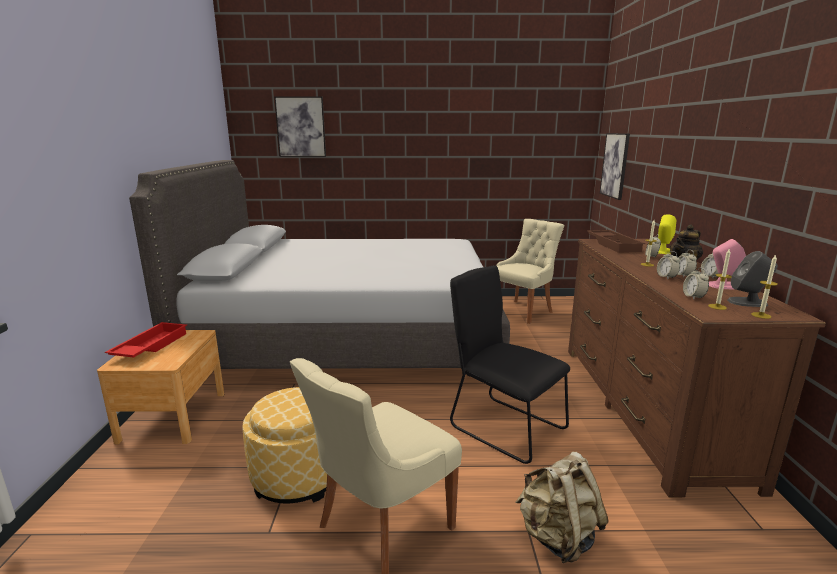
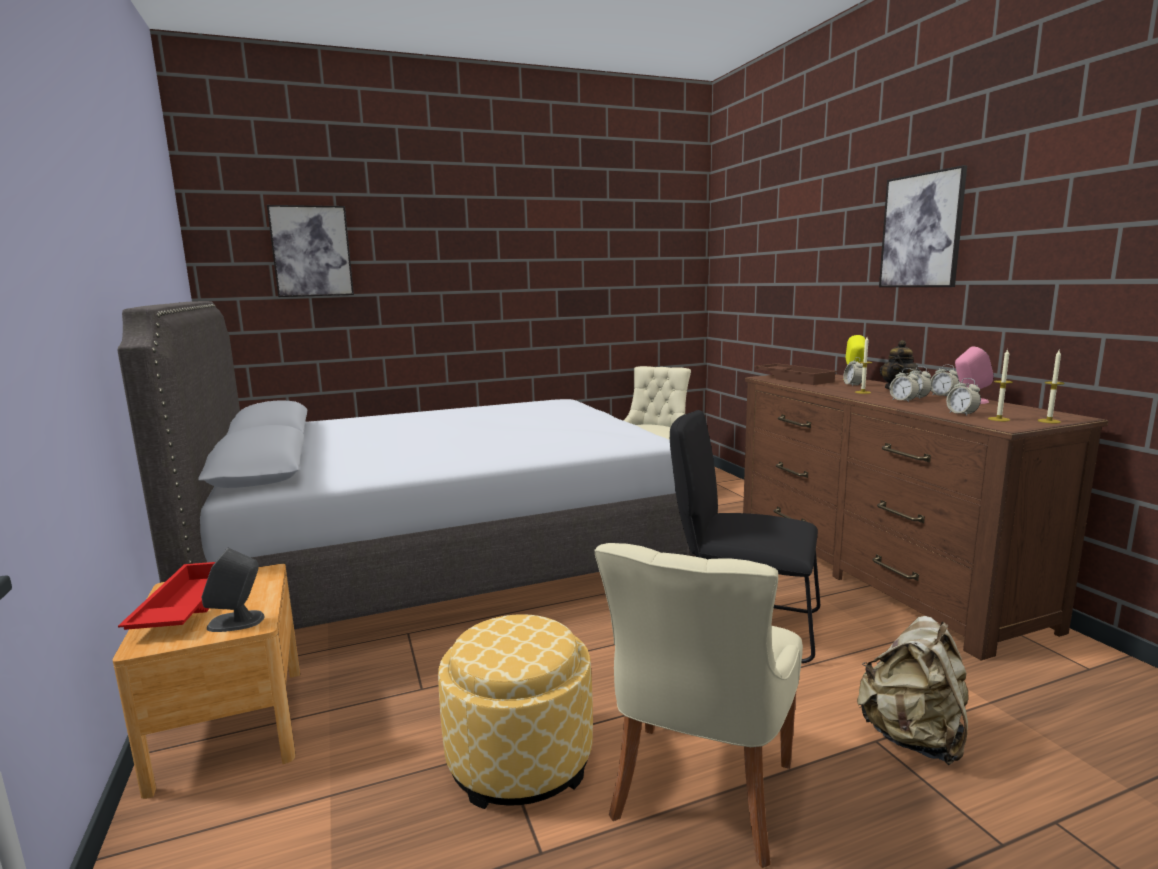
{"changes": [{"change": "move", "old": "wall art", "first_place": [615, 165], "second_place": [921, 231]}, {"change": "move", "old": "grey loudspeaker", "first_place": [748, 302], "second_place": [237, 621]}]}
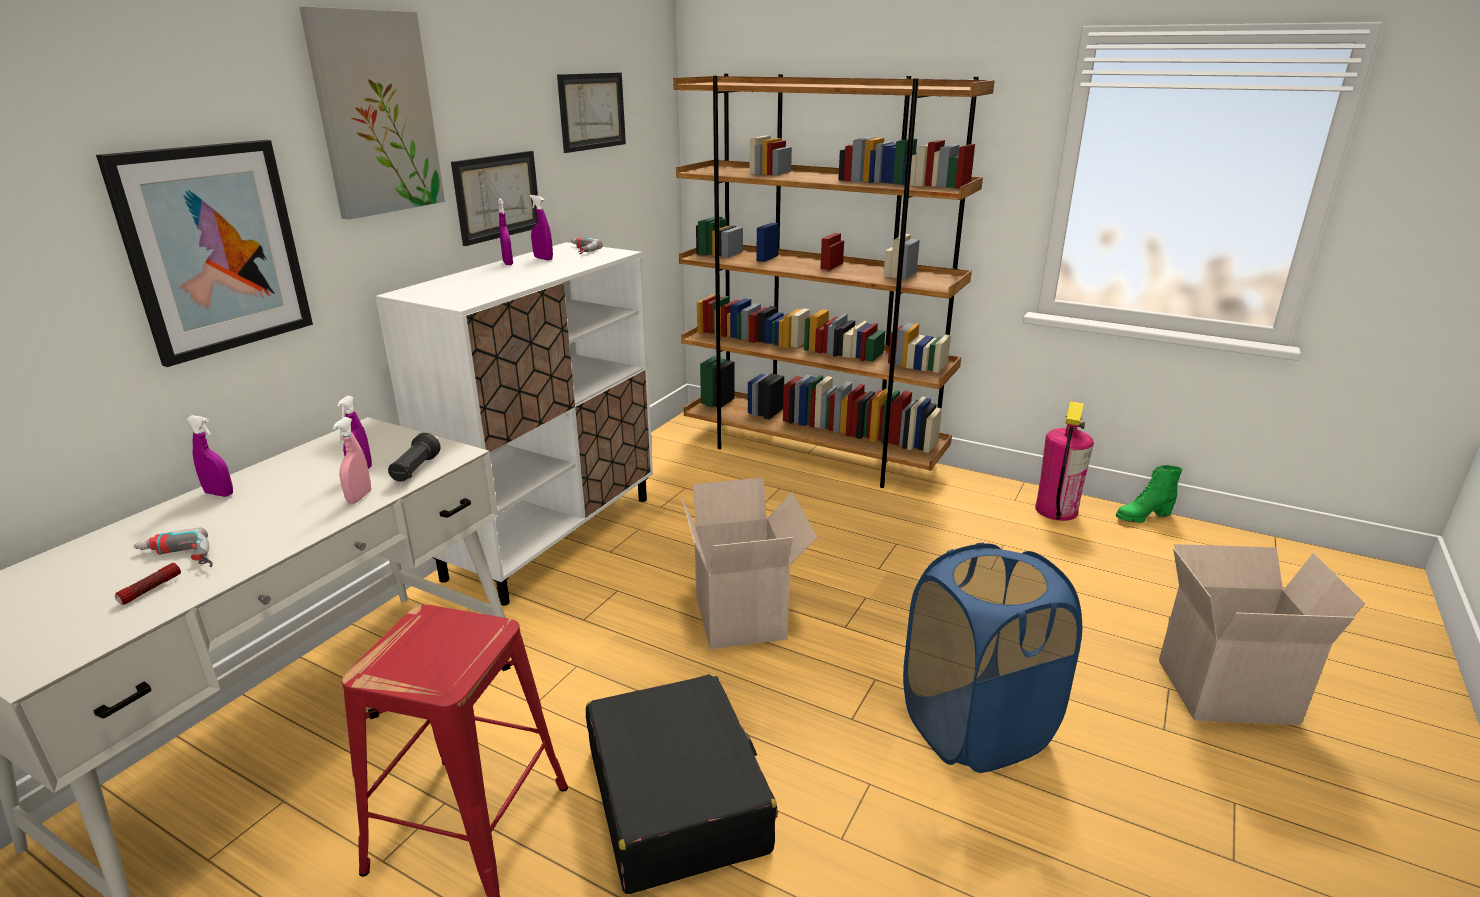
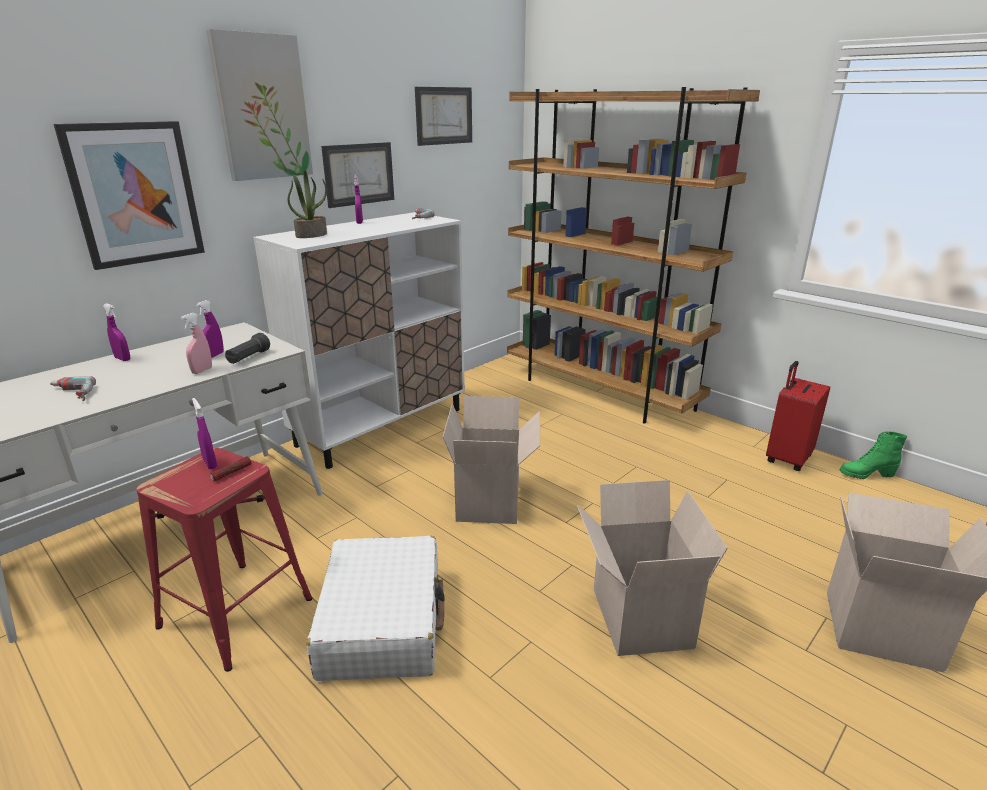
{"changes": [{"change": "insert", "new": "plant in a pot", "second_place": [311, 235]}, {"change": "move", "old": "hand torch", "first_place": [150, 589], "second_place": [231, 473]}, {"change": "move", "old": "purple hand sprayer", "first_place": [543, 259], "second_place": [210, 464]}, {"change": "replace", "old": "blue laundry basket", "new": "packing box", "first_place": [976, 728], "second_place": [637, 617]}, {"change": "replace", "old": "fire-fighting cylinder", "new": "red-coloured suitcase", "first_place": [1056, 510], "second_place": [787, 459]}, {"change": "recolor", "old": "black-coloured suitcase", "new": "white suitcase", "first_place": [676, 798], "second_place": [383, 621]}]}
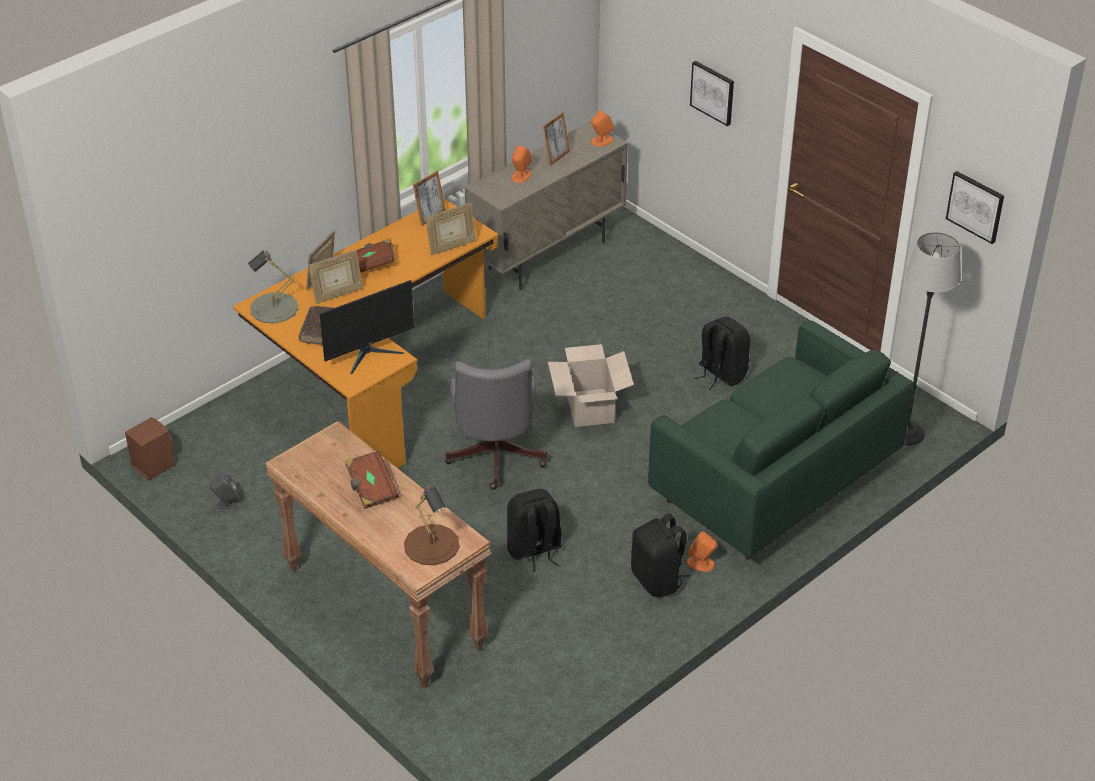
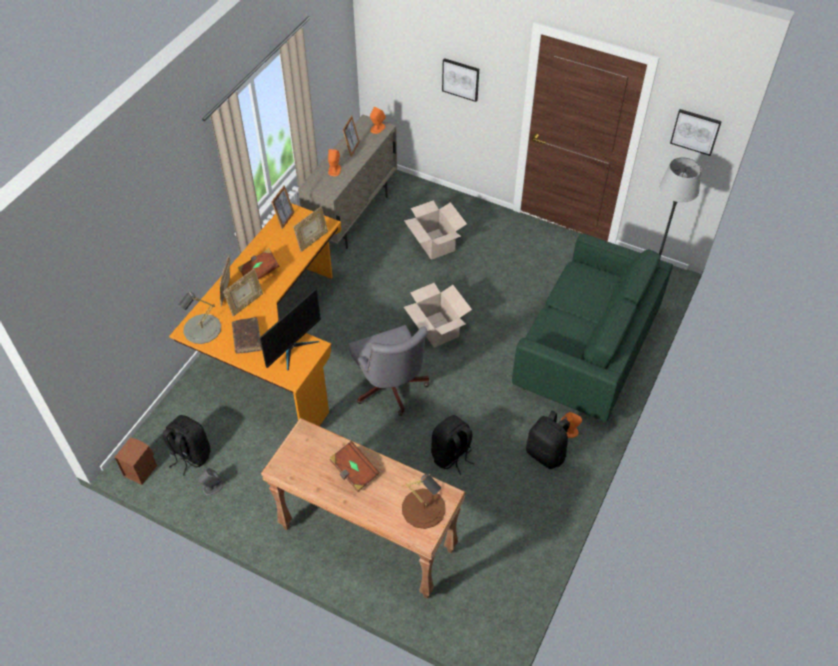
{"changes": [{"change": "insert", "new": "packing box", "second_place": [435, 244]}, {"change": "move", "old": "black-coloured knapsack", "first_place": [721, 374], "second_place": [190, 455]}]}
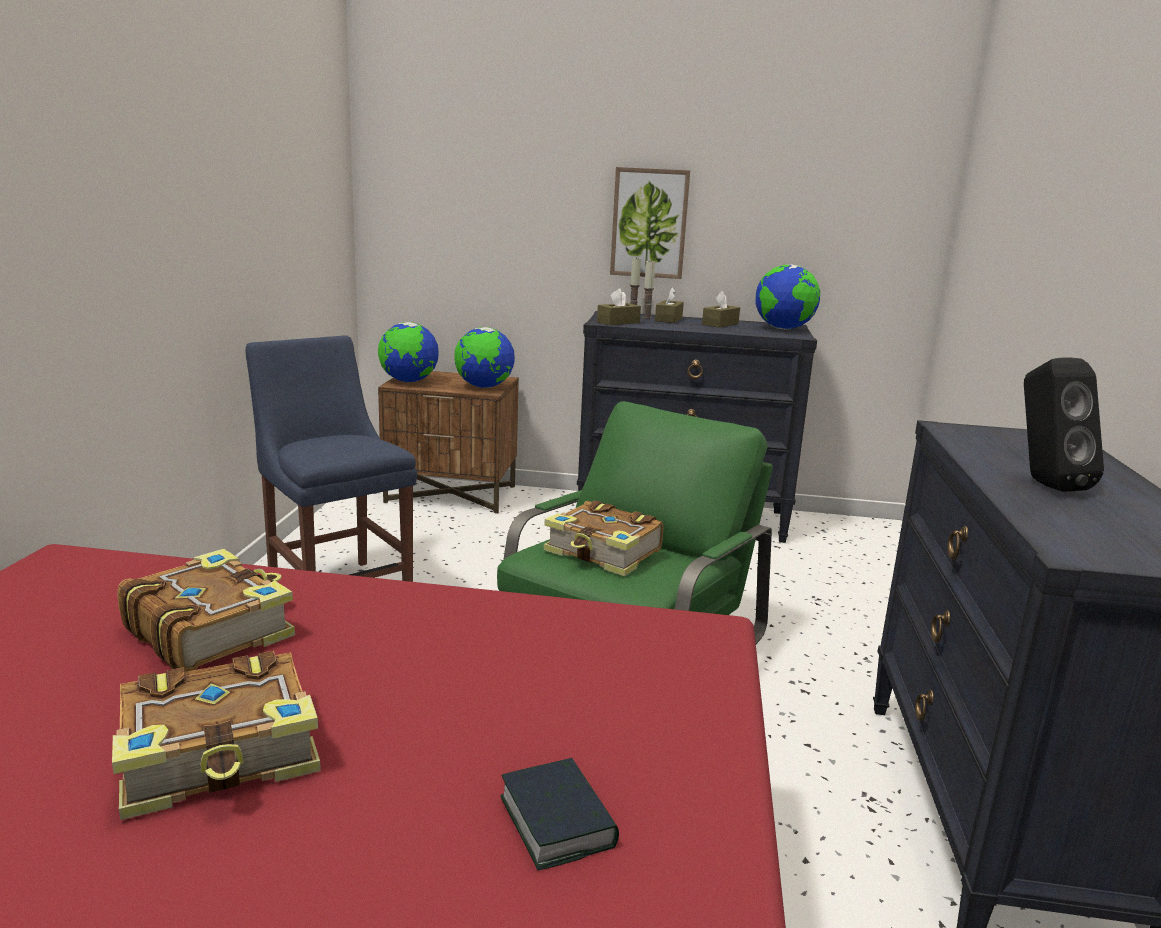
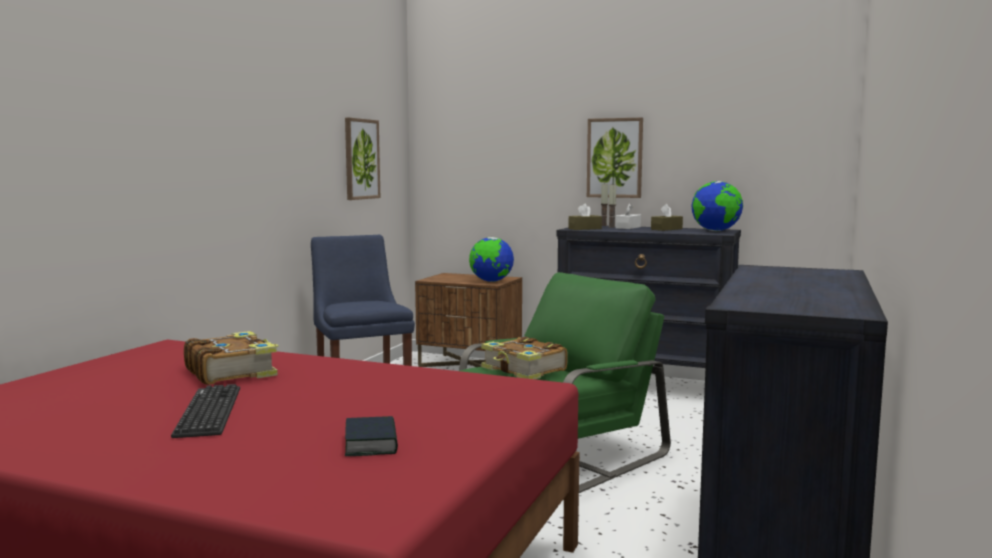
{"changes": [{"change": "delete", "old": "desk globe", "first_place": [408, 381]}, {"change": "delete", "old": "black-coloured loudspeaker", "first_place": [1043, 484]}, {"change": "insert", "new": "wall art", "second_place": [361, 159]}, {"change": "replace", "old": "volume", "new": "keyboard", "first_place": [222, 755], "second_place": [209, 412]}, {"change": "recolor", "old": "brown tissue box", "new": "white tissue box", "first_place": [668, 319], "second_place": [628, 227]}]}
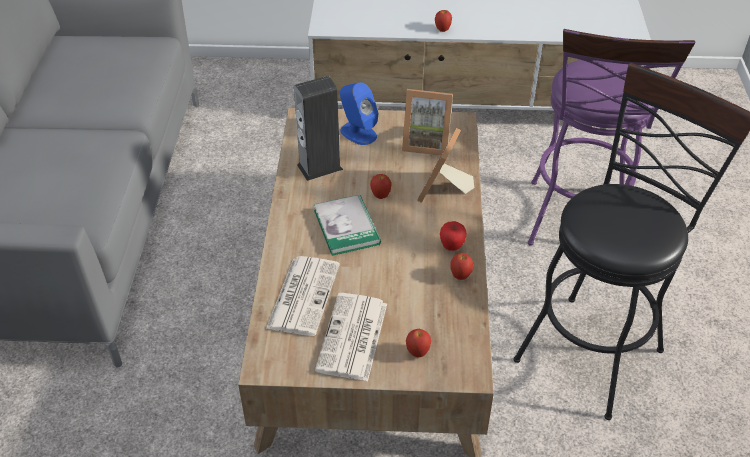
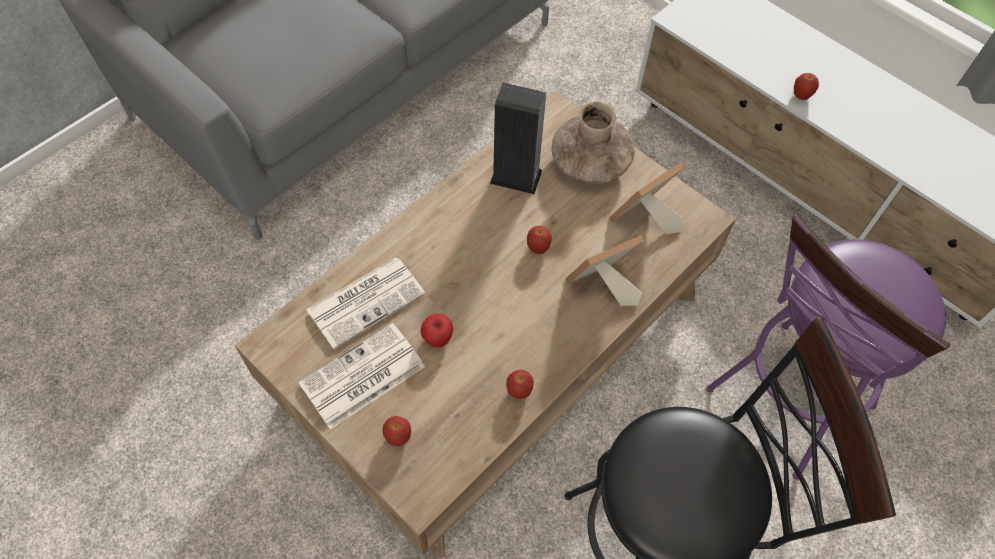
{"changes": [{"change": "delete", "old": "volume", "first_place": [346, 227]}, {"change": "move", "old": "apple", "first_place": [452, 246], "second_place": [438, 339]}, {"change": "replace", "old": "blue loudspeaker", "new": "brown flower vase", "first_place": [358, 133], "second_place": [590, 163]}, {"change": "rotate", "old": "picture frame", "first_place": [426, 143], "second_place": [644, 220], "degrees": 90}]}
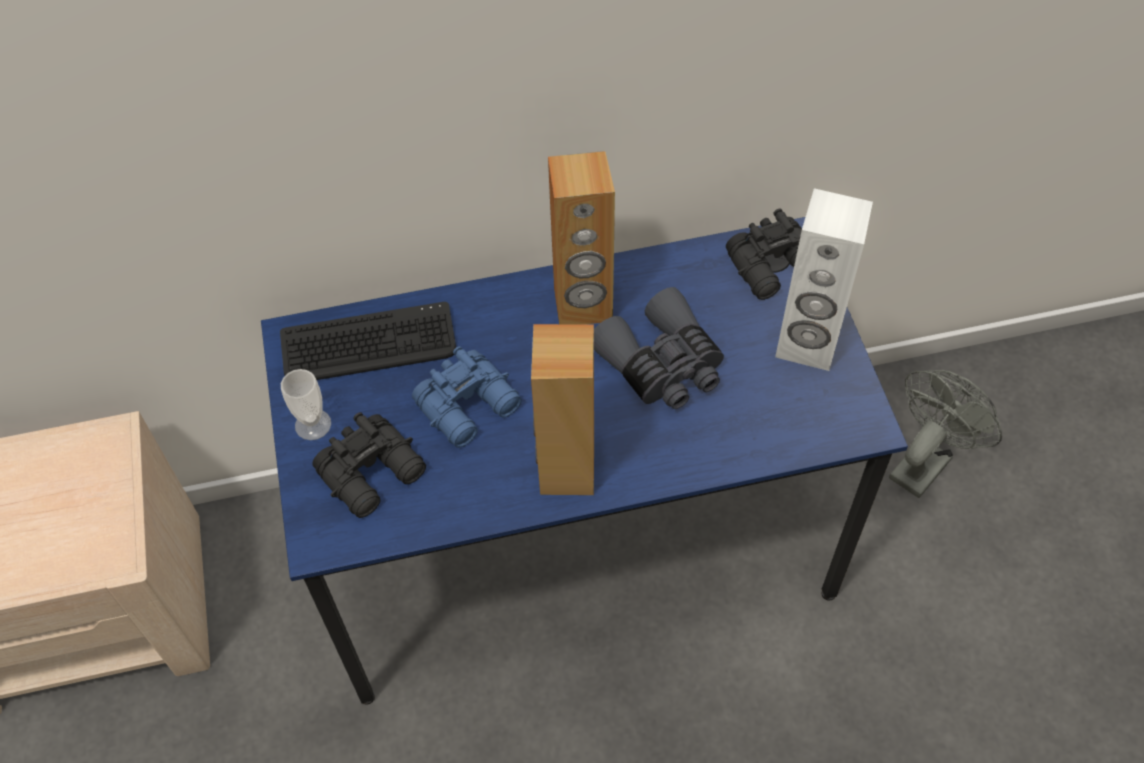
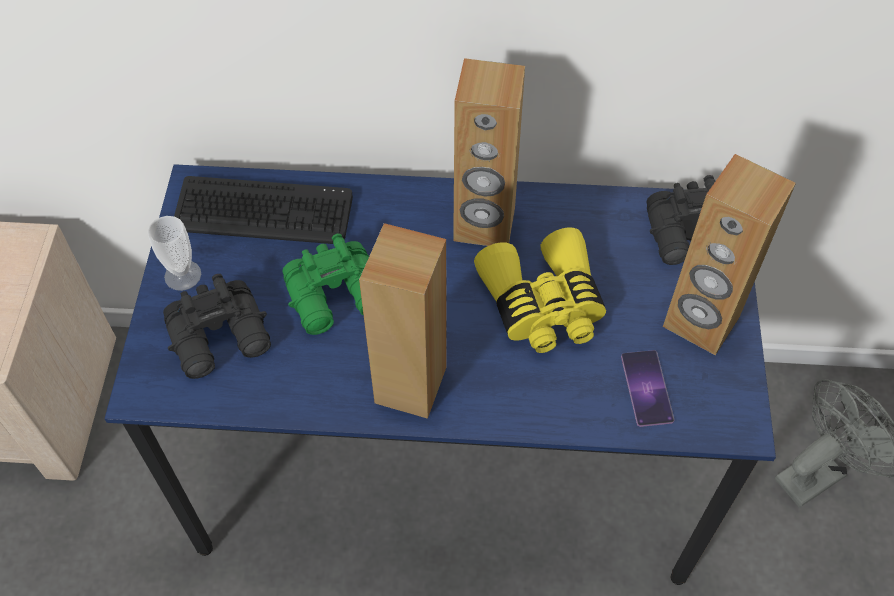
{"changes": [{"change": "insert", "new": "telephone", "second_place": [646, 388]}, {"change": "recolor", "old": "blue pair of binoculars", "new": "green pair of binoculars", "first_place": [471, 406], "second_place": [338, 297]}, {"change": "recolor", "old": "grey pair of binoculars", "new": "yellowish pair of binoculars", "first_place": [662, 365], "second_place": [543, 304]}, {"change": "recolor", "old": "white loudspeaker", "new": "brown loudspeaker", "first_place": [807, 345], "second_place": [700, 323]}]}
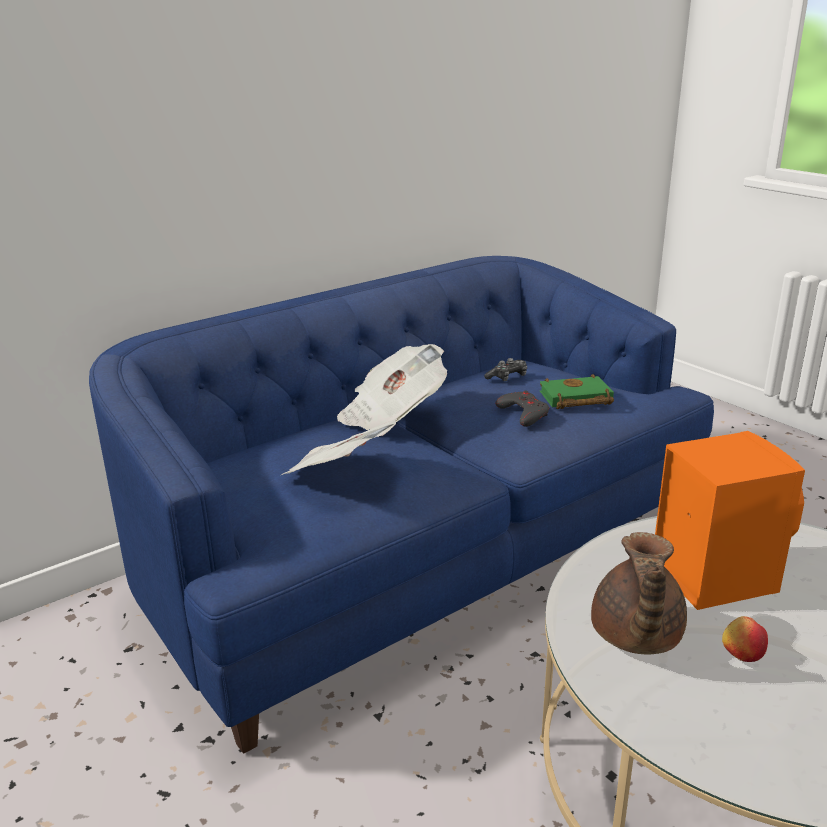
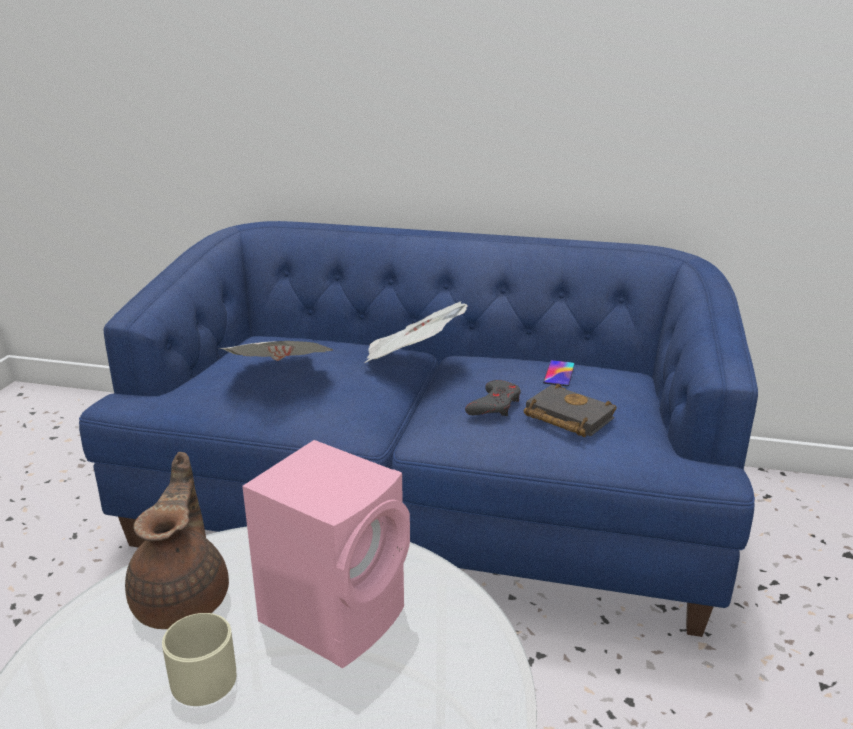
{"changes": [{"change": "replace", "old": "gamepad", "new": "telephone", "first_place": [507, 377], "second_place": [559, 373]}, {"change": "replace", "old": "apple", "new": "beige-coloured mug", "first_place": [742, 654], "second_place": [204, 673]}, {"change": "recolor", "old": "green volume", "new": "black-coloured volume", "first_place": [574, 399], "second_place": [565, 417]}, {"change": "recolor", "old": "orangey loudspeaker", "new": "pink-coloured loudspeaker", "first_place": [712, 574], "second_place": [337, 613]}, {"change": "rotate", "old": "brown tea pot", "first_place": [635, 637], "second_place": [184, 598], "degrees": 120}]}
